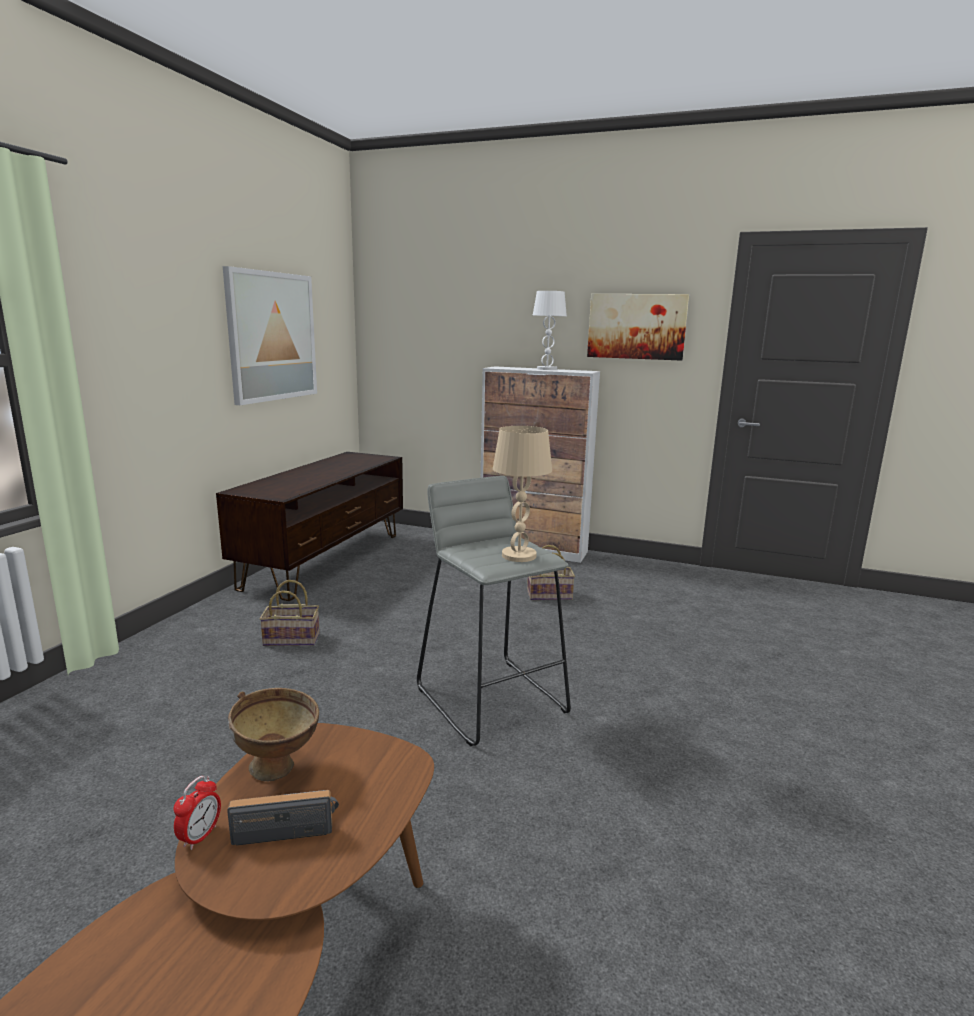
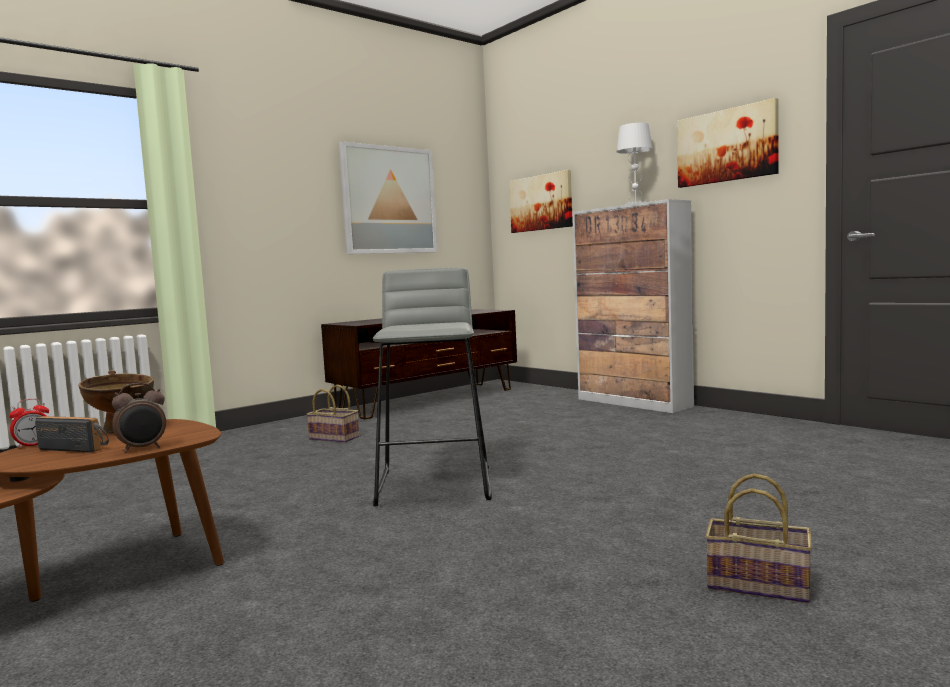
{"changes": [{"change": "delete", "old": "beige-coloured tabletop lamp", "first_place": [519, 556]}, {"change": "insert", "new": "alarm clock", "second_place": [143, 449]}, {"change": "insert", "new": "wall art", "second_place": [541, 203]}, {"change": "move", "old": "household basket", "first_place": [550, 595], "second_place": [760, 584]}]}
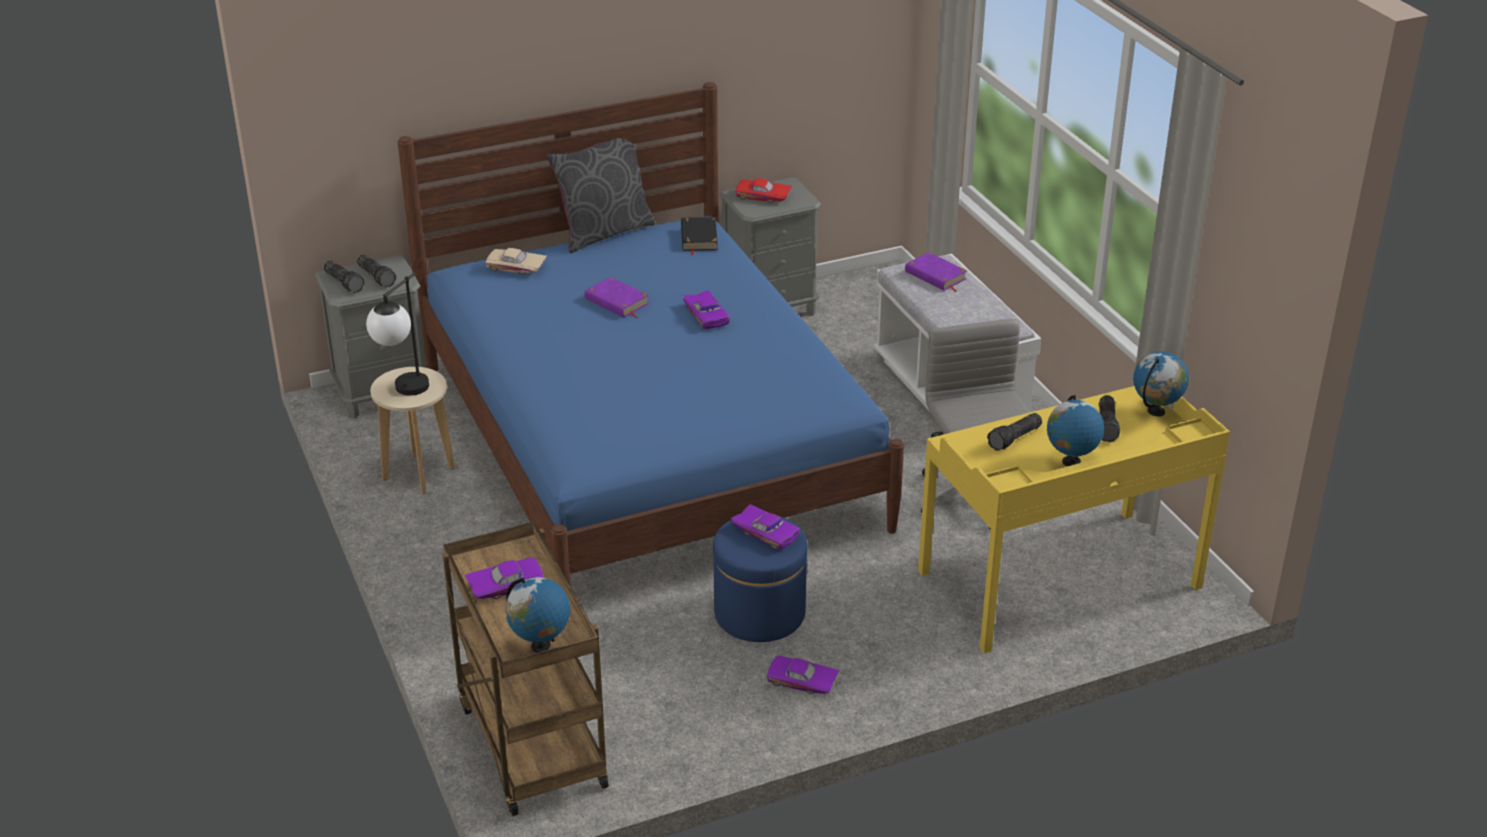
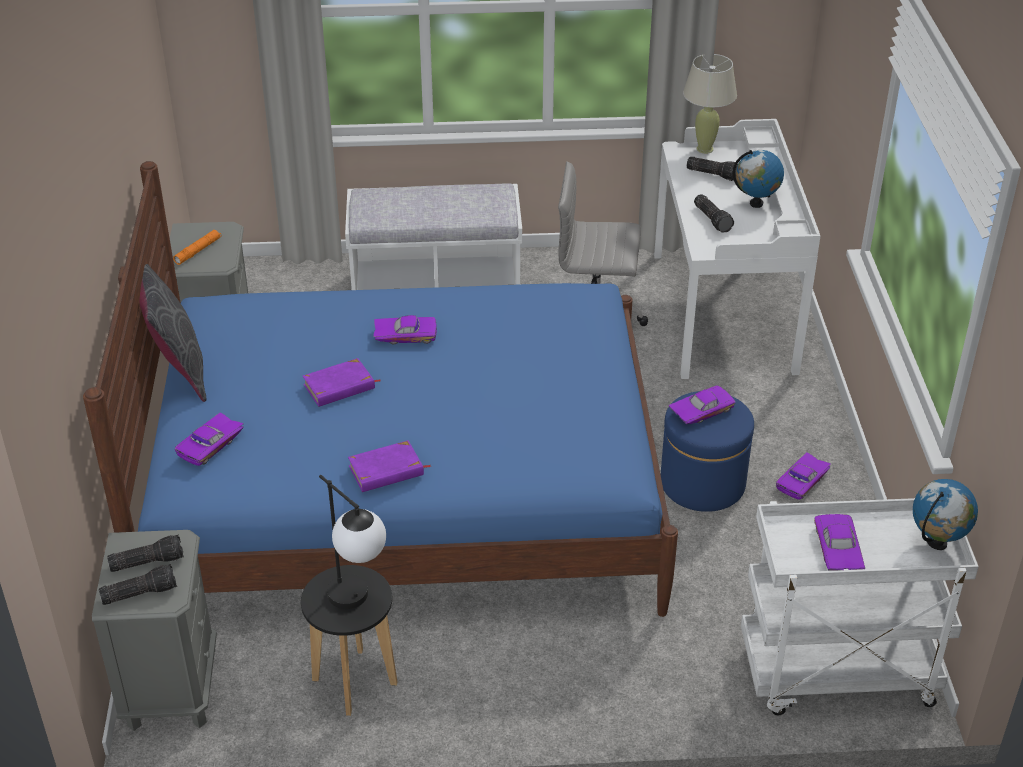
{"changes": [{"change": "delete", "old": "black-coloured volume", "first_place": [698, 238]}, {"change": "move", "old": "purple volume", "first_place": [935, 276], "second_place": [386, 471]}, {"change": "replace", "old": "red-coloured toy car", "new": "orangey hand torch", "first_place": [762, 197], "second_place": [198, 251]}, {"change": "replace", "old": "desk globe", "new": "beige-coloured tabletop lamp", "first_place": [1156, 412], "second_place": [705, 149]}, {"change": "recolor", "old": "beige-coloured stool seat", "new": "black-coloured stool seat", "first_place": [418, 474], "second_place": [354, 682]}, {"change": "recolor", "old": "brown trolley", "new": "white trolley", "first_place": [529, 744], "second_place": [836, 675]}, {"change": "recolor", "old": "beige-coloured toy car", "new": "purple toy car", "first_place": [515, 268], "second_place": [212, 446]}, {"change": "recolor", "old": "yellowish desk", "new": "white desk", "first_place": [1060, 580], "second_place": [724, 311]}]}
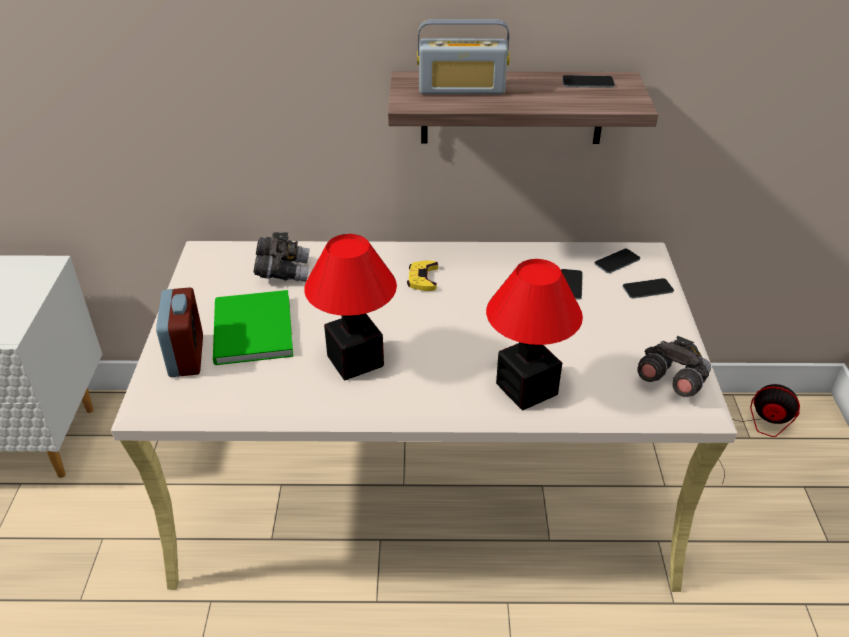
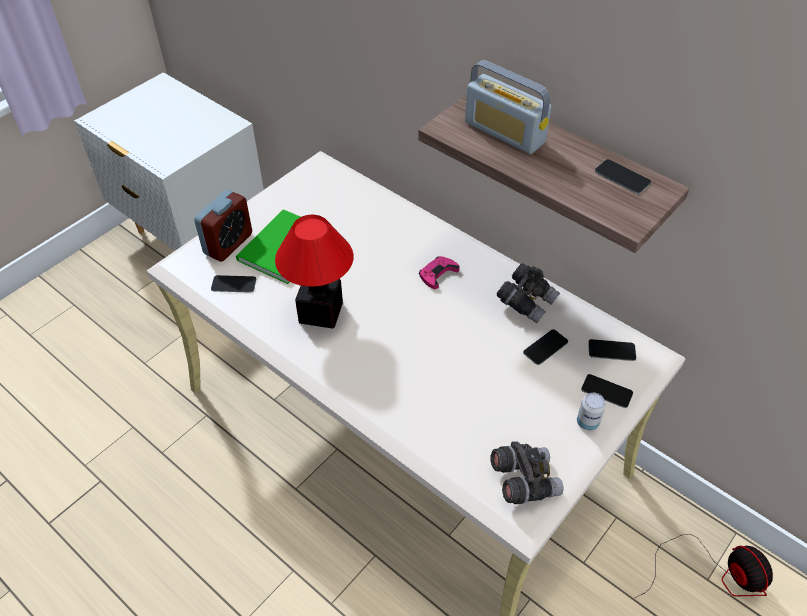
{"changes": [{"change": "delete", "old": "tabletop lamp", "first_place": [525, 388]}, {"change": "insert", "new": "telephone", "second_place": [234, 284]}, {"change": "insert", "new": "can", "second_place": [587, 422]}, {"change": "move", "old": "grey pair of binoculars", "first_place": [283, 271], "second_place": [526, 301]}, {"change": "recolor", "old": "yellowish gamepad", "new": "pink-coloured gamepad", "first_place": [422, 279], "second_place": [437, 274]}]}
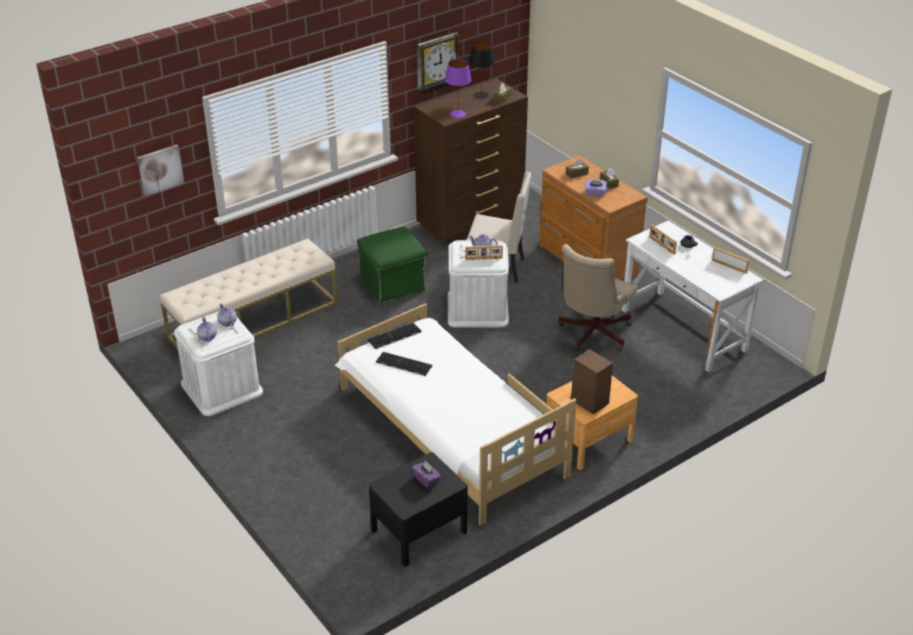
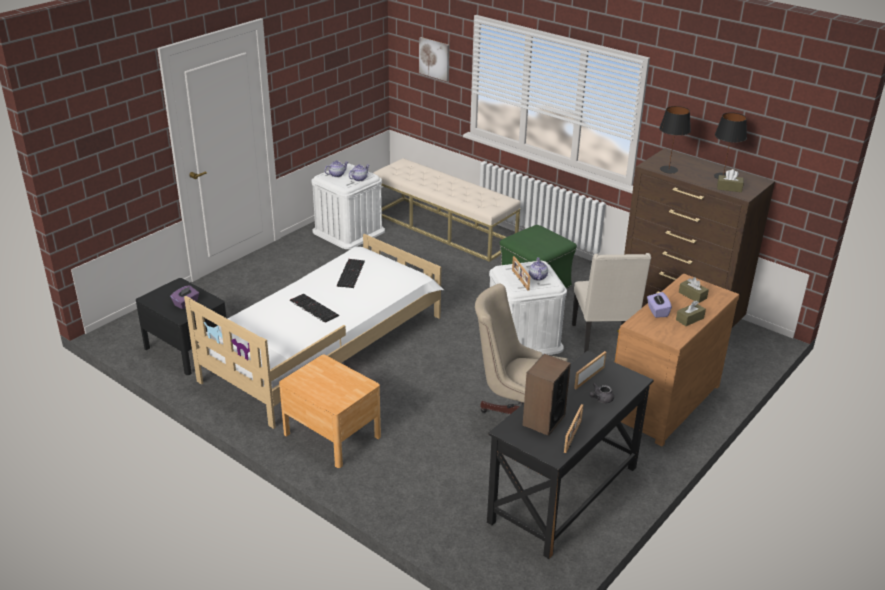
{"changes": [{"change": "delete", "old": "clock on the wall", "first_place": [436, 63]}, {"change": "move", "old": "keyboard", "first_place": [394, 336], "second_place": [313, 308]}, {"change": "move", "old": "loudspeaker", "first_place": [589, 402], "second_place": [543, 420]}, {"change": "recolor", "old": "purple tabletop lamp", "new": "black-coloured tabletop lamp", "first_place": [458, 114], "second_place": [668, 169]}, {"change": "recolor", "old": "white desk", "new": "black-coloured desk", "first_place": [683, 330], "second_place": [564, 495]}]}
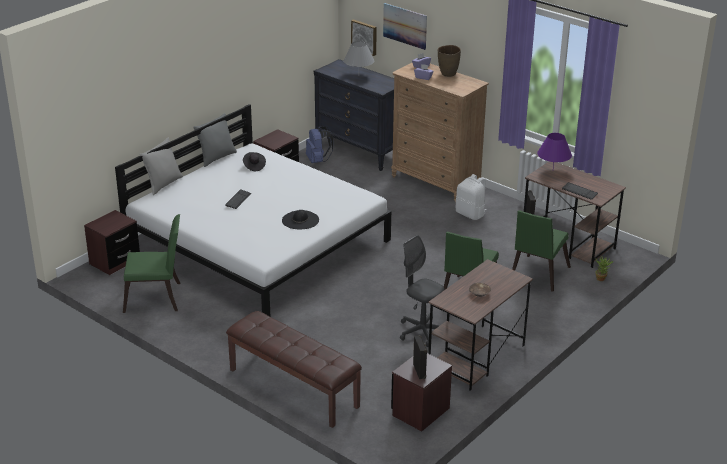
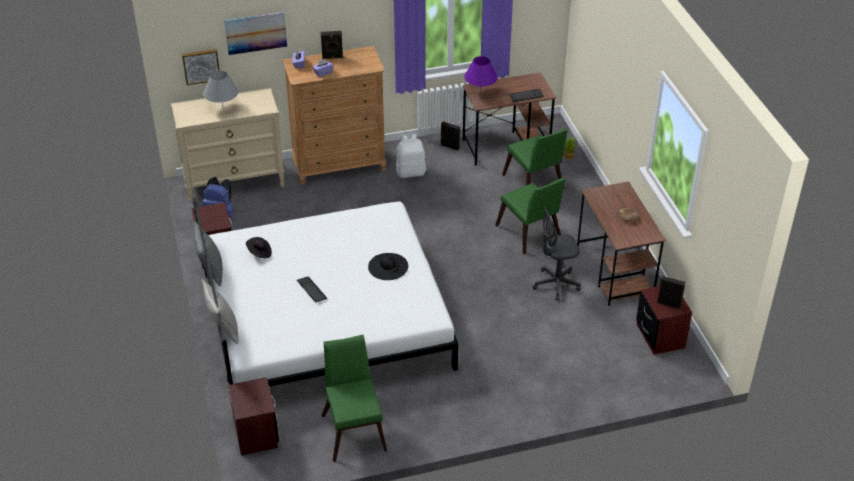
{"changes": [{"change": "delete", "old": "brown indoor bench", "first_place": [292, 388]}, {"change": "replace", "old": "brown flower vase", "new": "black-coloured loudspeaker", "first_place": [448, 74], "second_place": [332, 57]}, {"change": "recolor", "old": "black-coloured dresser", "new": "beige-coloured dresser", "first_place": [360, 151], "second_place": [234, 182]}, {"change": "rotate", "old": "green chair", "first_place": [156, 298], "second_place": [354, 429], "degrees": -45}]}
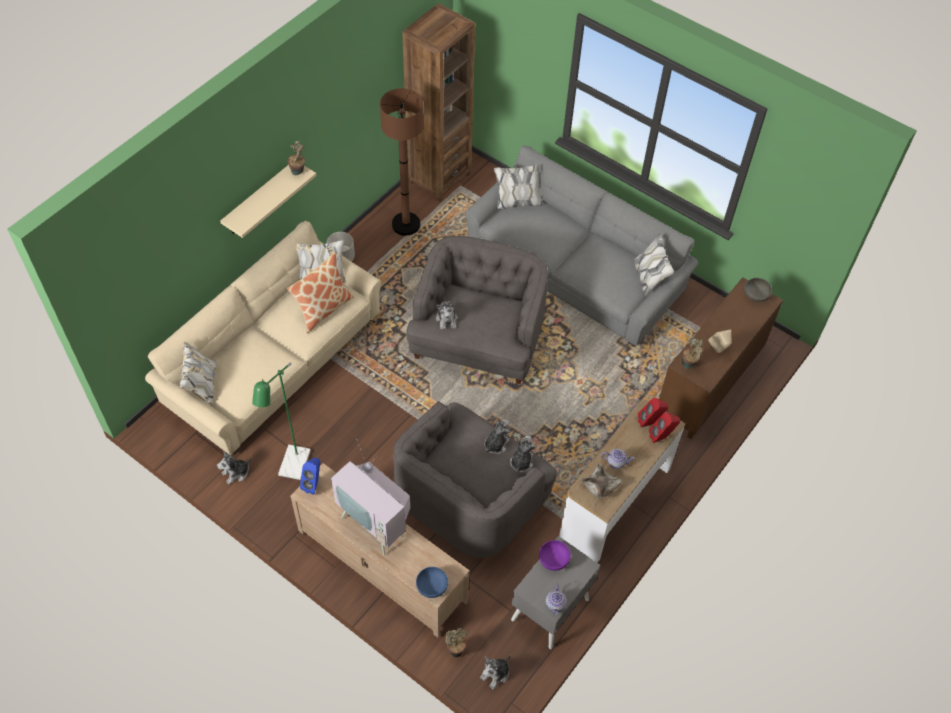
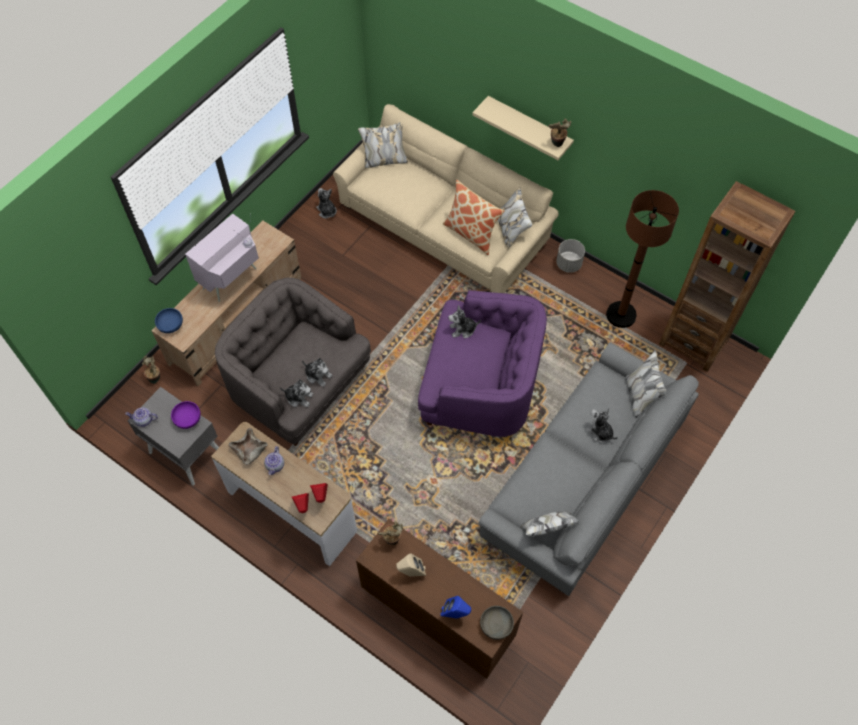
{"changes": [{"change": "delete", "old": "green floor lamp", "first_place": [292, 469]}, {"change": "move", "old": "blue loudspeaker", "first_place": [313, 484], "second_place": [455, 614]}, {"change": "move", "old": "cuddly toy", "first_place": [495, 674], "second_place": [599, 432]}, {"change": "recolor", "old": "grey easy chair", "new": "purple easy chair", "first_place": [478, 339], "second_place": [480, 385]}]}
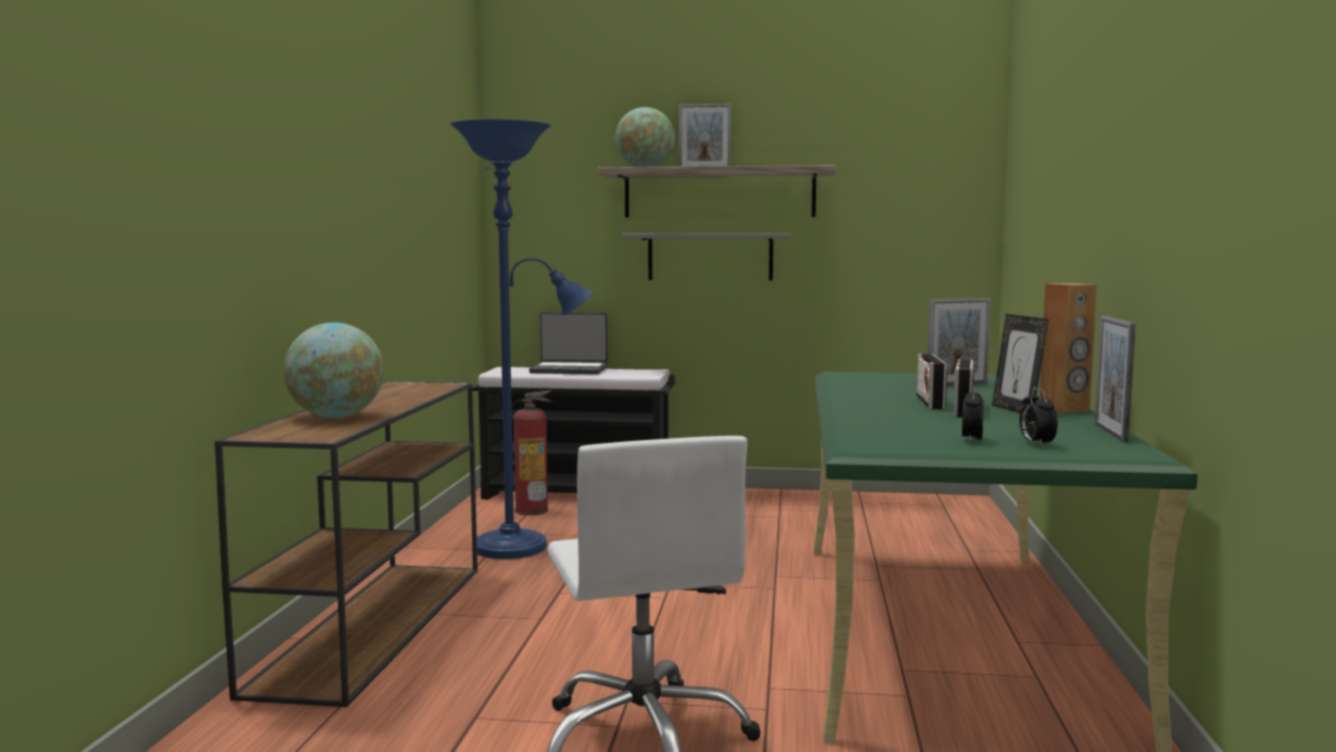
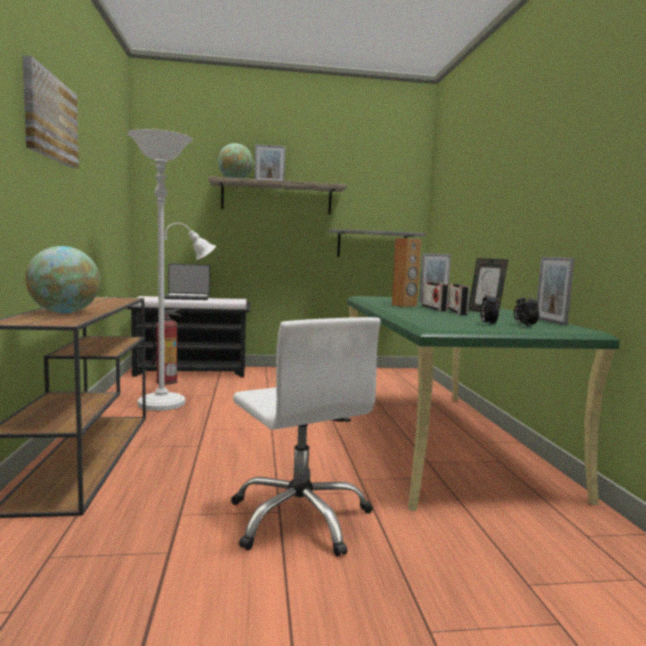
{"changes": [{"change": "insert", "new": "wall art", "second_place": [49, 118]}, {"change": "move", "old": "grey shelf", "first_place": [710, 257], "second_place": [372, 245]}, {"change": "move", "old": "brown loudspeaker", "first_place": [1064, 409], "second_place": [404, 305]}, {"change": "recolor", "old": "blue floor lamp", "new": "white floor lamp", "first_place": [520, 546], "second_place": [168, 403]}]}
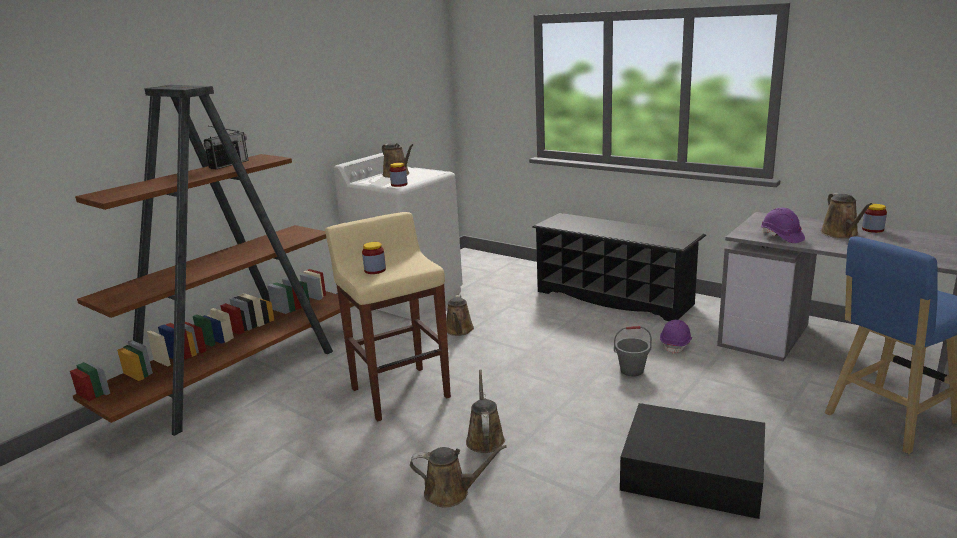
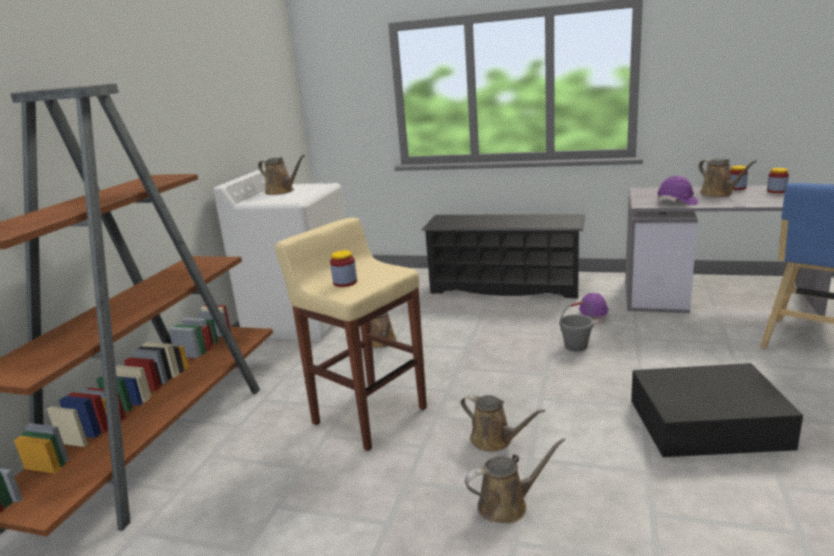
{"changes": [{"change": "delete", "old": "radio set", "first_place": [229, 164]}, {"change": "move", "old": "preserve jar", "first_place": [399, 184], "second_place": [776, 191]}, {"change": "rotate", "old": "brown sprinkling can", "first_place": [485, 438], "second_place": [495, 440], "degrees": 150}]}
